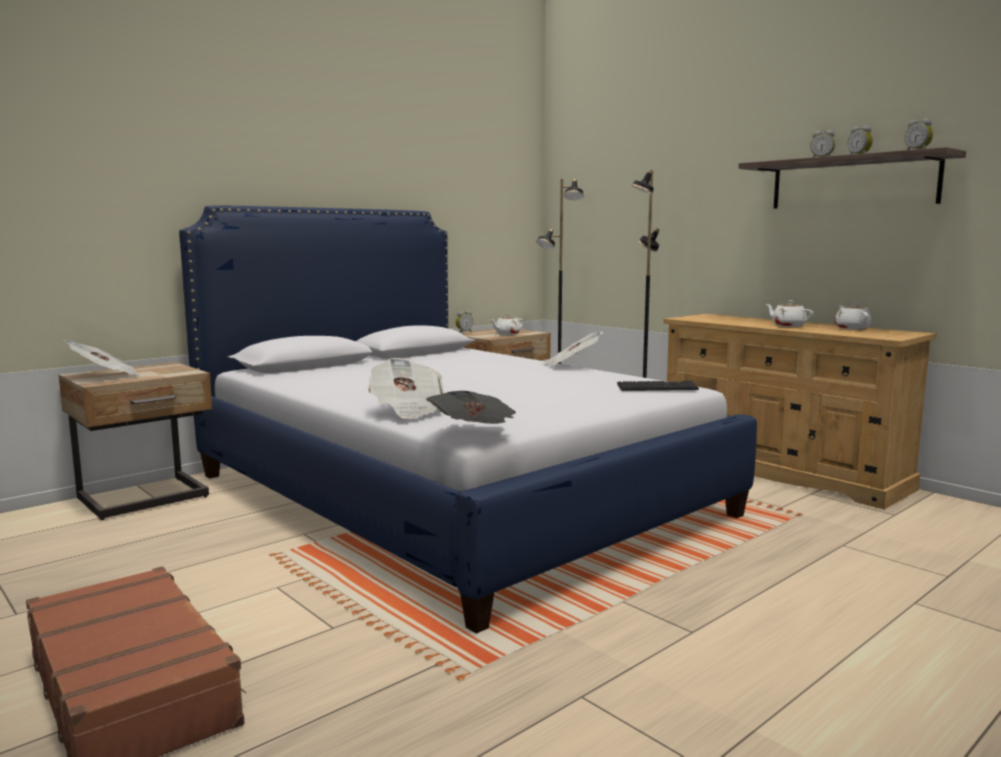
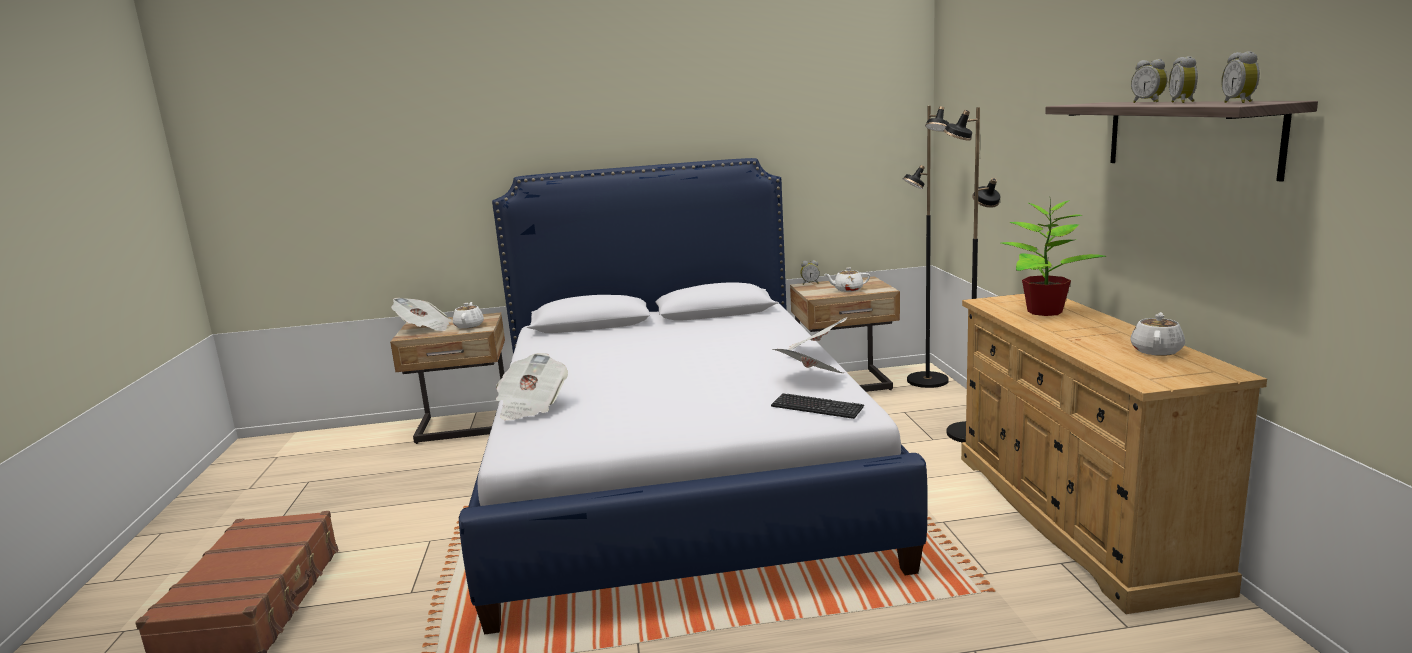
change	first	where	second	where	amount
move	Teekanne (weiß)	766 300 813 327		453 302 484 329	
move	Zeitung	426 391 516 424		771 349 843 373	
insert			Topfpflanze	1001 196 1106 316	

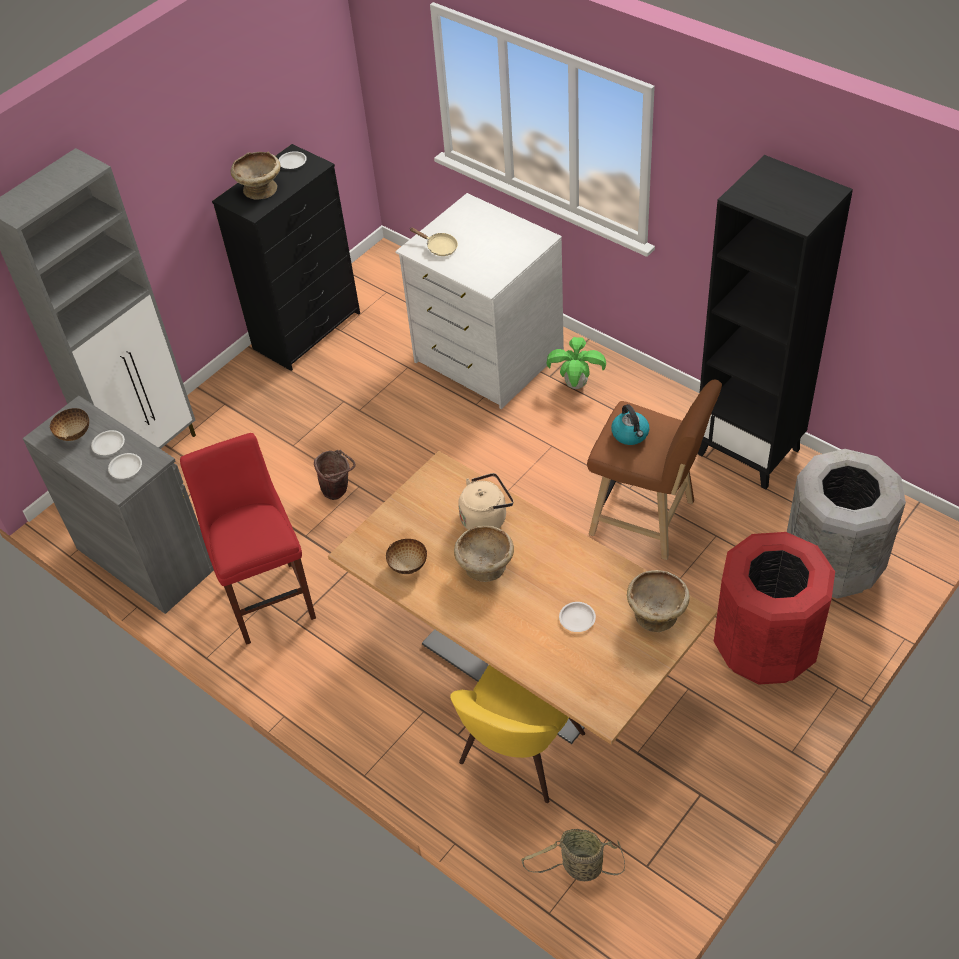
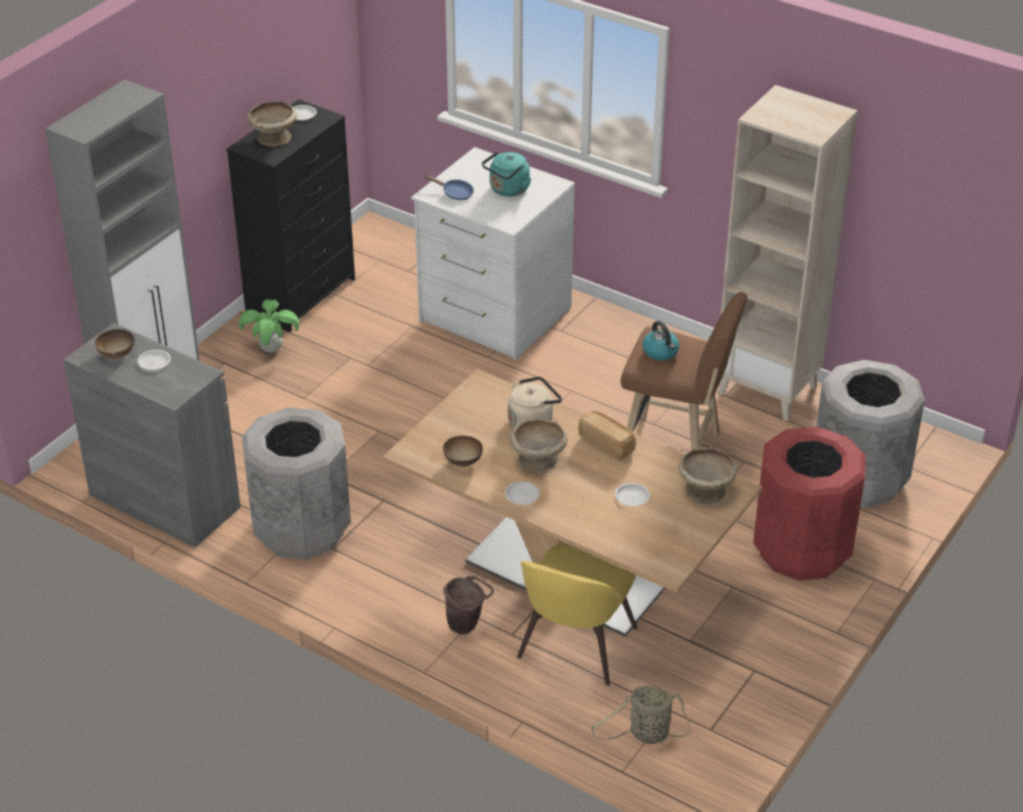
change	first	where	second	where	amount
recolor	Bücherregal (schwarz)	698 155 853 489	Bücherregal (beige)	717 85 858 421	
recolor	Pfanne (beige)	409 228 458 256	Pfanne (blau)	425 175 474 200	
move	Topfpflanze	547 337 606 389		239 299 300 352	
replace	Hocker (rot)	180 433 316 645	Mülleimer (grau)	242 407 351 560	
move	Eimer (braun)	314 450 356 500		443 575 494 635	
move	Teller (weiß)	108 453 142 479		505 481 540 505	
insert			Wasserkessel (türkis)	482 151 531 197	
insert			Brot	578 410 636 461	

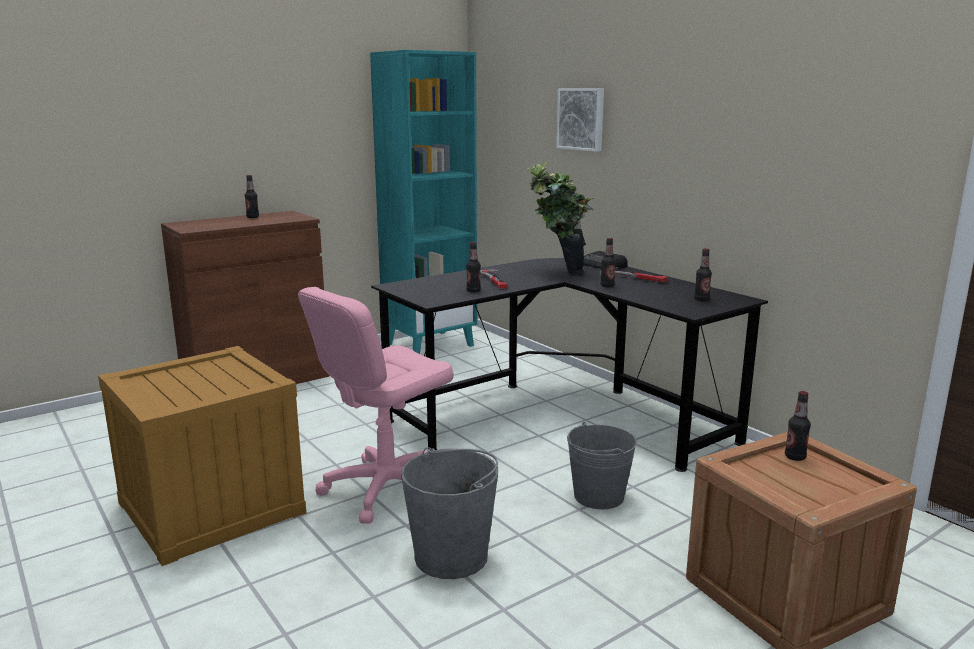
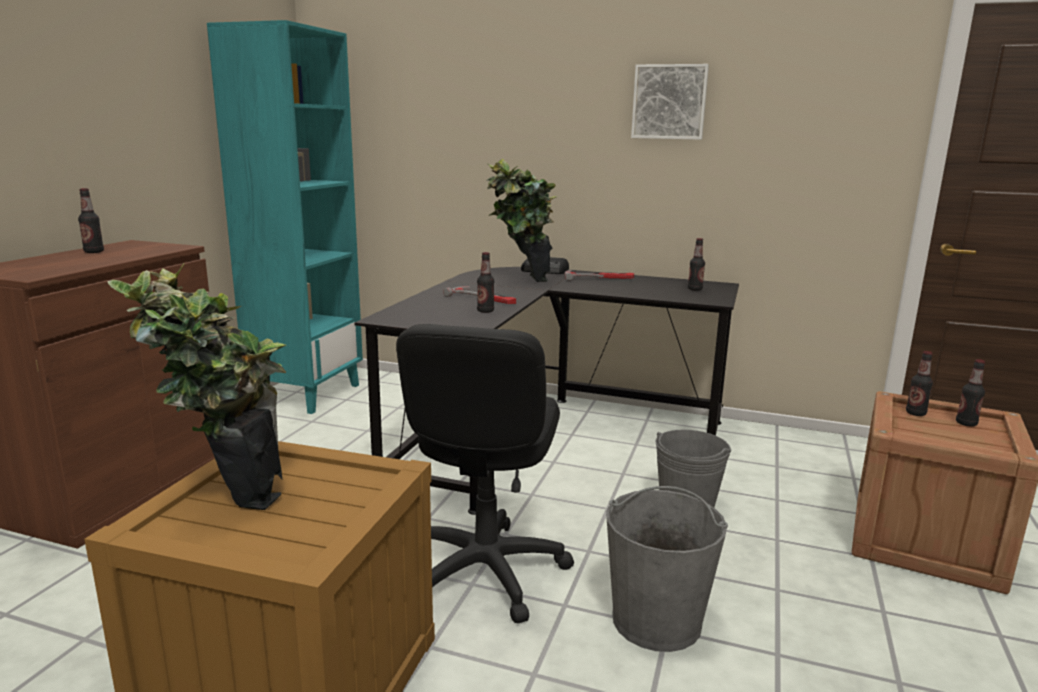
change	first	where	second	where	amount
move	Bild	556 89 604 152		631 64 709 140	
move	Flasche	601 238 616 287		956 359 985 427	
recolor	Bürostuhl (rosa)	298 287 454 524	Bürostuhl (schwarz)	396 324 574 624	
insert			Topfpflanze	108 264 286 510	

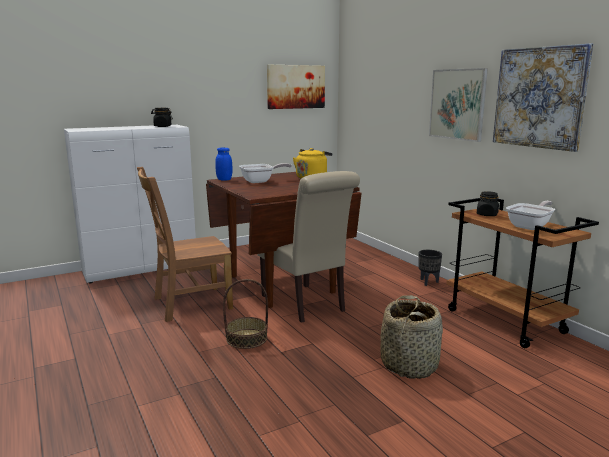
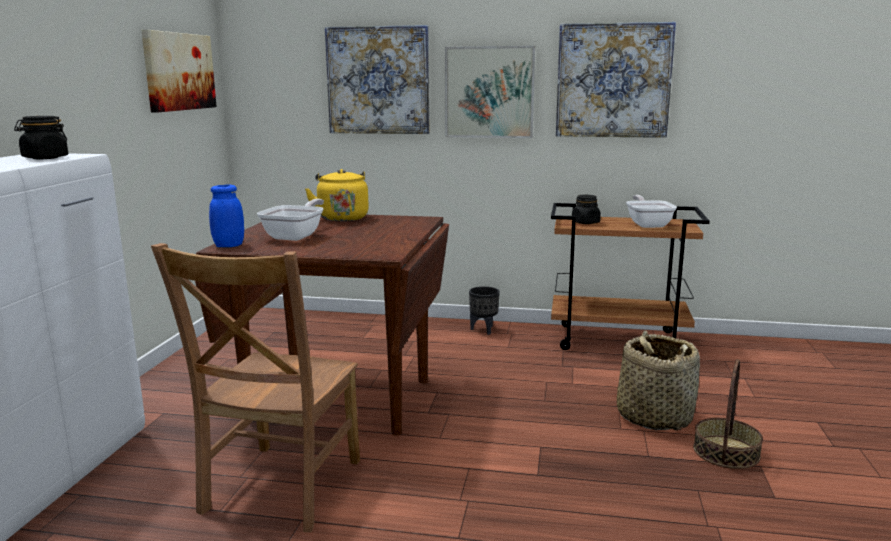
change	first	where	second	where	amount
delete	Stuhl (beige)	257 171 360 323			
move	Korb	223 279 268 349		693 359 763 469	
insert			Bild	325 25 430 134	

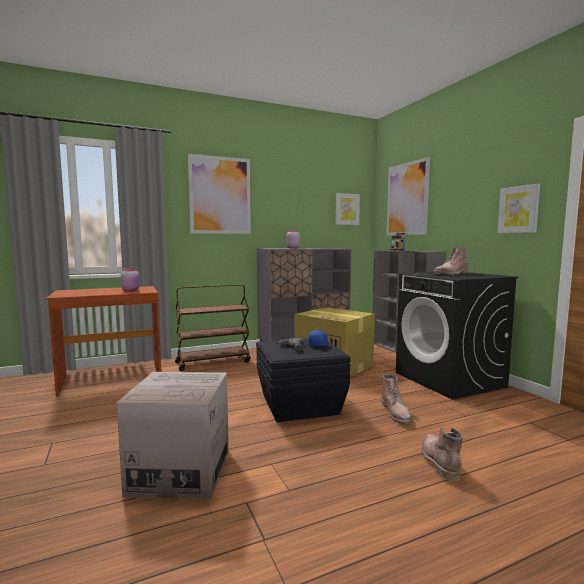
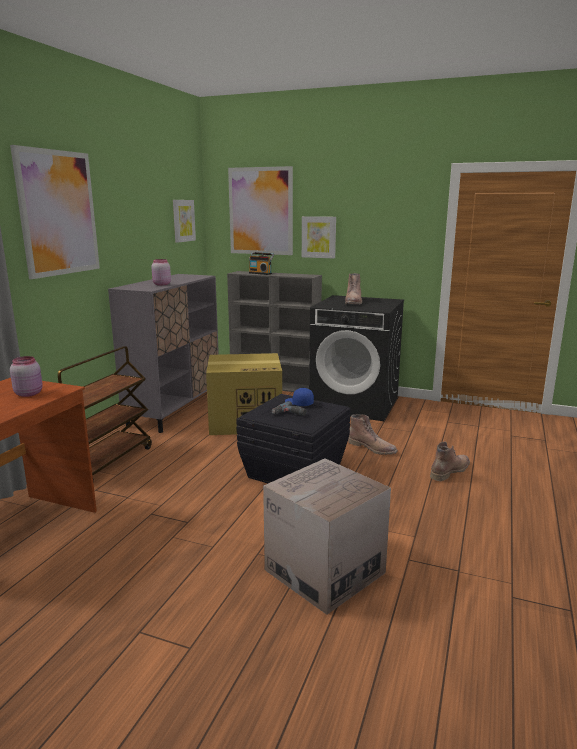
change	first	where	second	where	amount
move	Bild	497 183 540 233		302 216 336 259	
rotate	Stiefel (braun)	422 426 463 481		430 441 470 481	90 degrees clockwise

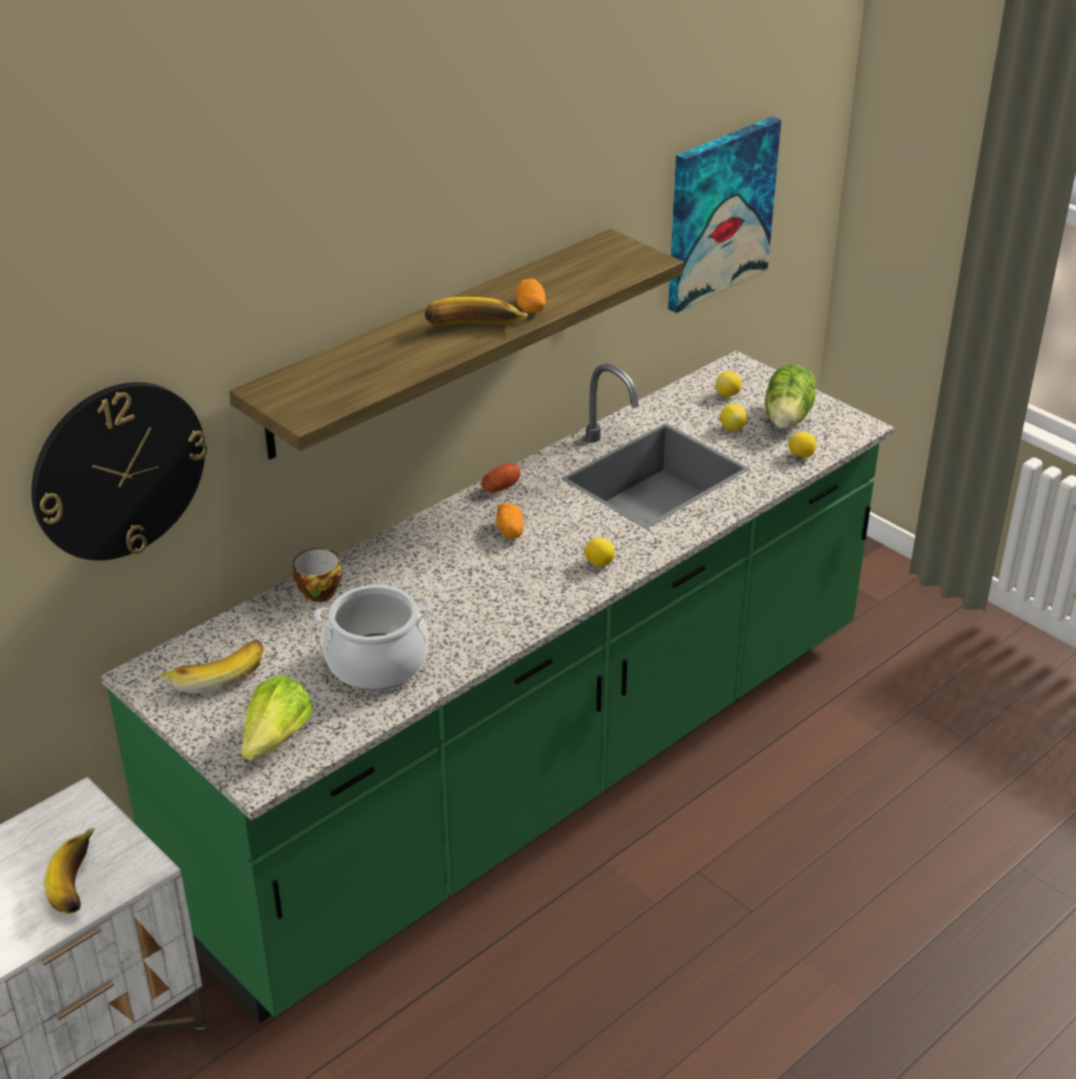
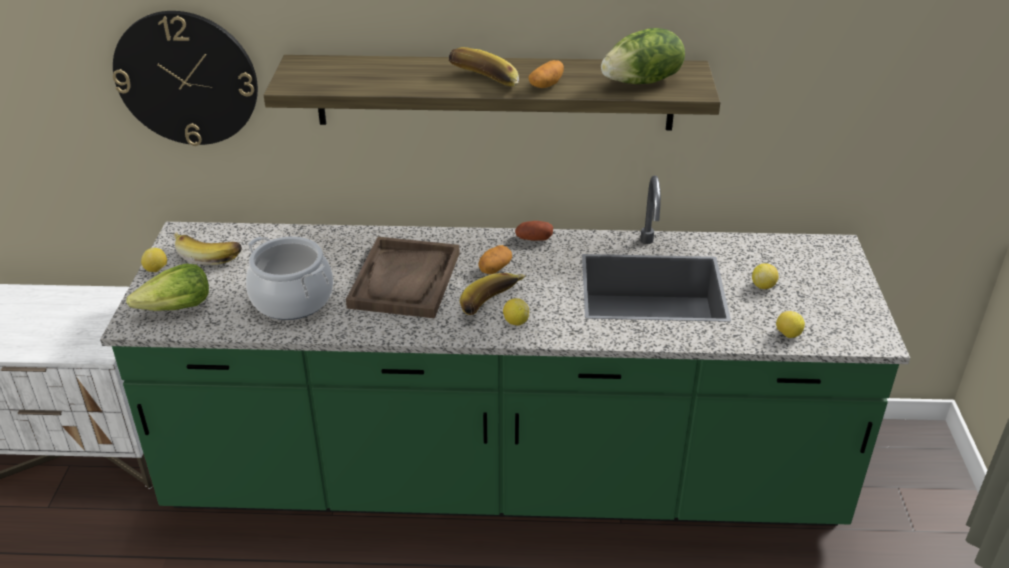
change	first	where	second	where	amount
delete	Bild	668 117 781 313			
move	Salatkopf	765 365 816 429		601 28 685 84	
move	Zitrone	716 371 742 397		141 248 167 272	
delete	Tasse	293 548 342 602			
move	Banane	44 828 95 914		460 273 526 315	
insert			Tablett (braun)	346 237 460 318	

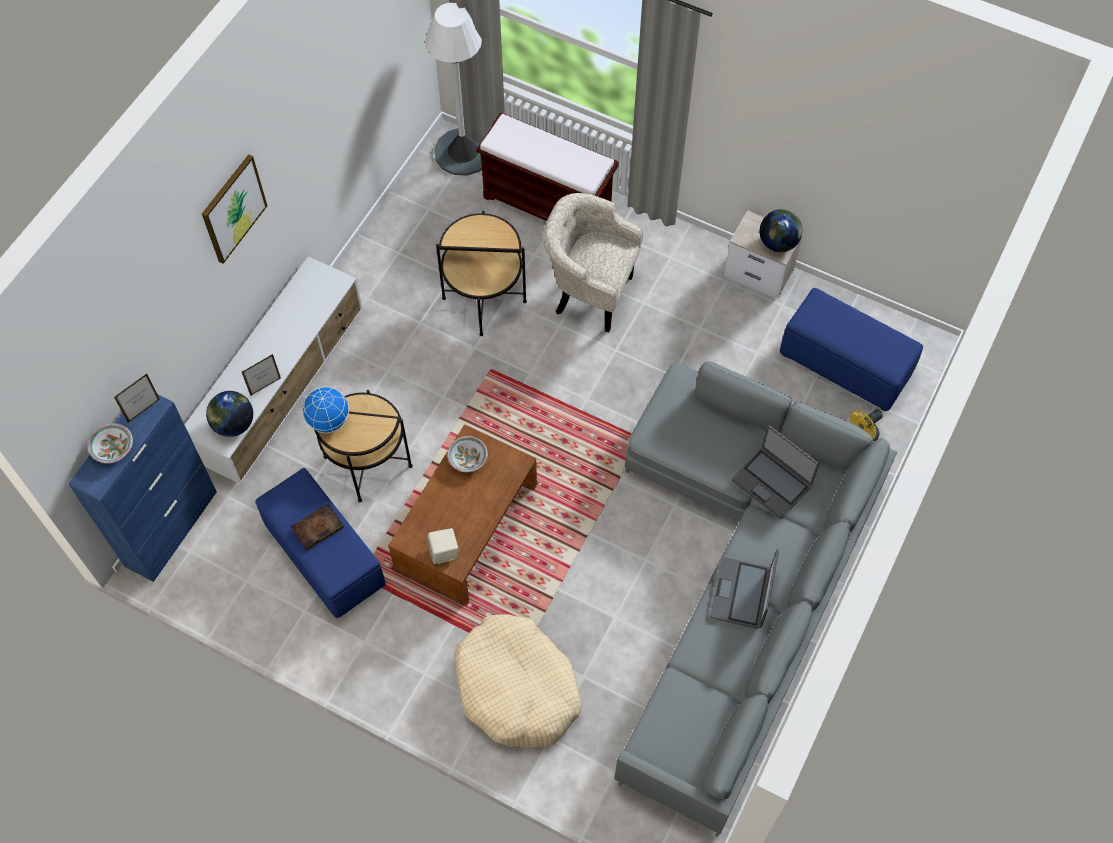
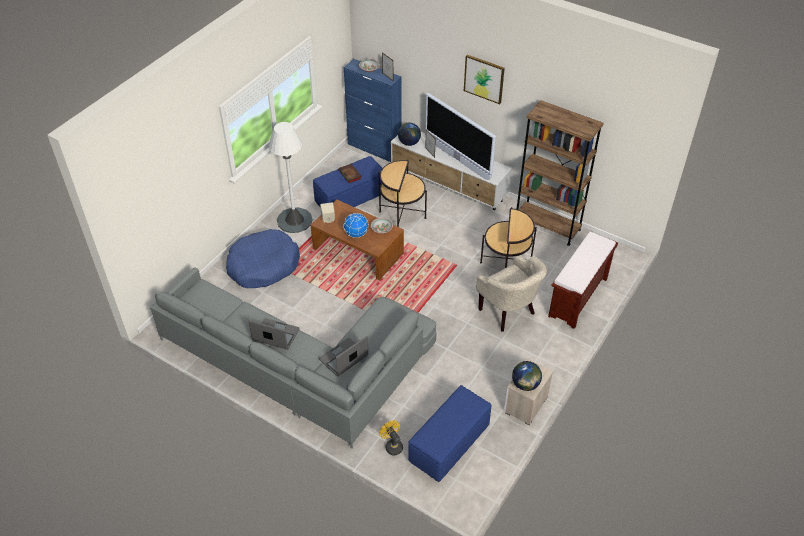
change	first	where	second	where	amount
move	Stehlampe (weiß)	425 3 482 176		269 122 313 233	
rotate	Sessel (beige)	542 193 643 332		476 255 547 332	120 degrees clockwise
move	Globus	302 387 349 433		343 213 369 238	
recolor	Hundebett (beige)	455 614 582 747	Hundebett (blau)	226 229 300 288	
insert			Fernseher	425 93 496 180	
insert			Bücherregal (braun)	517 100 604 246	

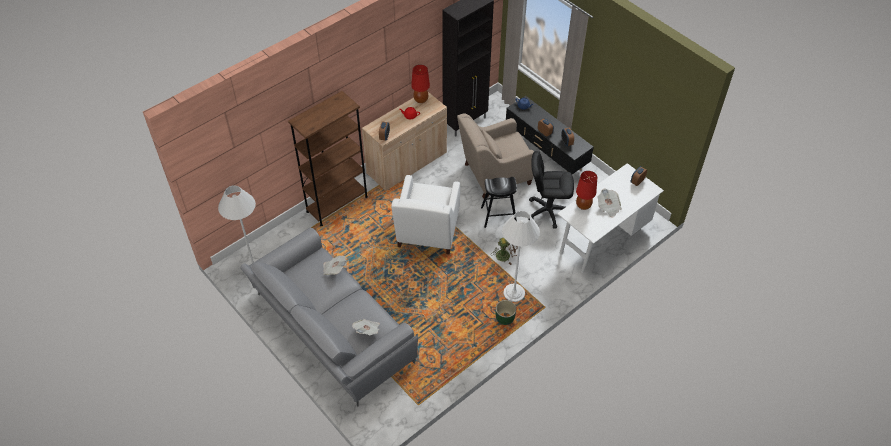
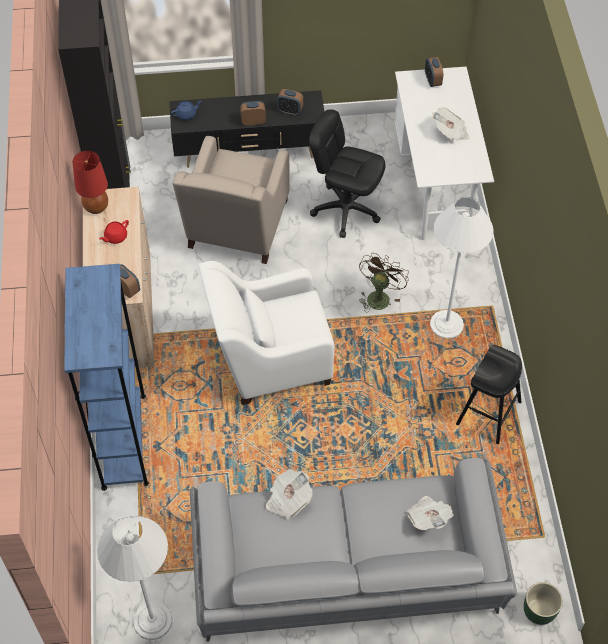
change	first	where	second	where	amount
recolor	Bücherregal (braun)	288 91 368 226	Bücherregal (blau)	64 264 149 491	
rotate	Bürostuhl (schwarz)	529 151 574 229		309 109 386 238	75 degrees clockwise
delete	Tischlampe (rot)	576 171 597 210			
rotate	Sessel (weiß)	391 175 460 254		199 261 335 405	120 degrees clockwise
move	Hocker (schwarz)	481 177 517 228		456 345 522 444	
move	Pflanzkübel (grün)	495 300 516 325		524 582 563 625	

